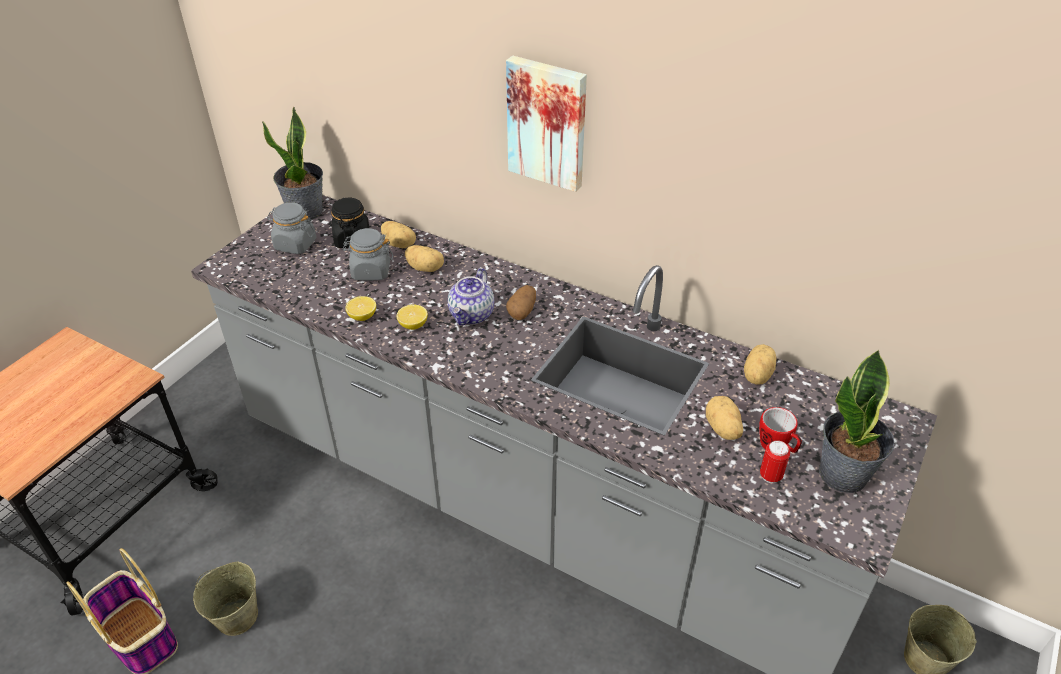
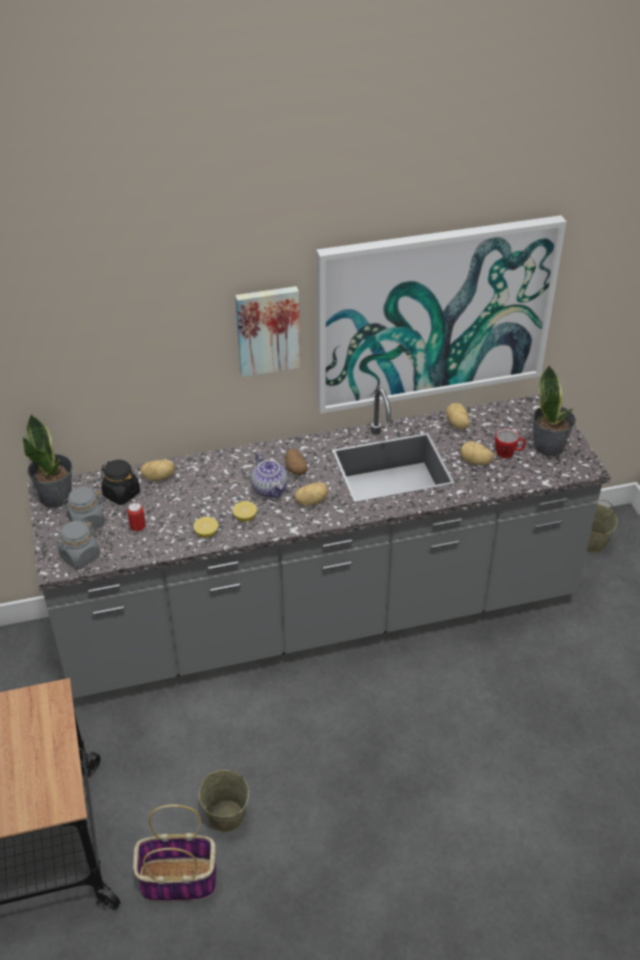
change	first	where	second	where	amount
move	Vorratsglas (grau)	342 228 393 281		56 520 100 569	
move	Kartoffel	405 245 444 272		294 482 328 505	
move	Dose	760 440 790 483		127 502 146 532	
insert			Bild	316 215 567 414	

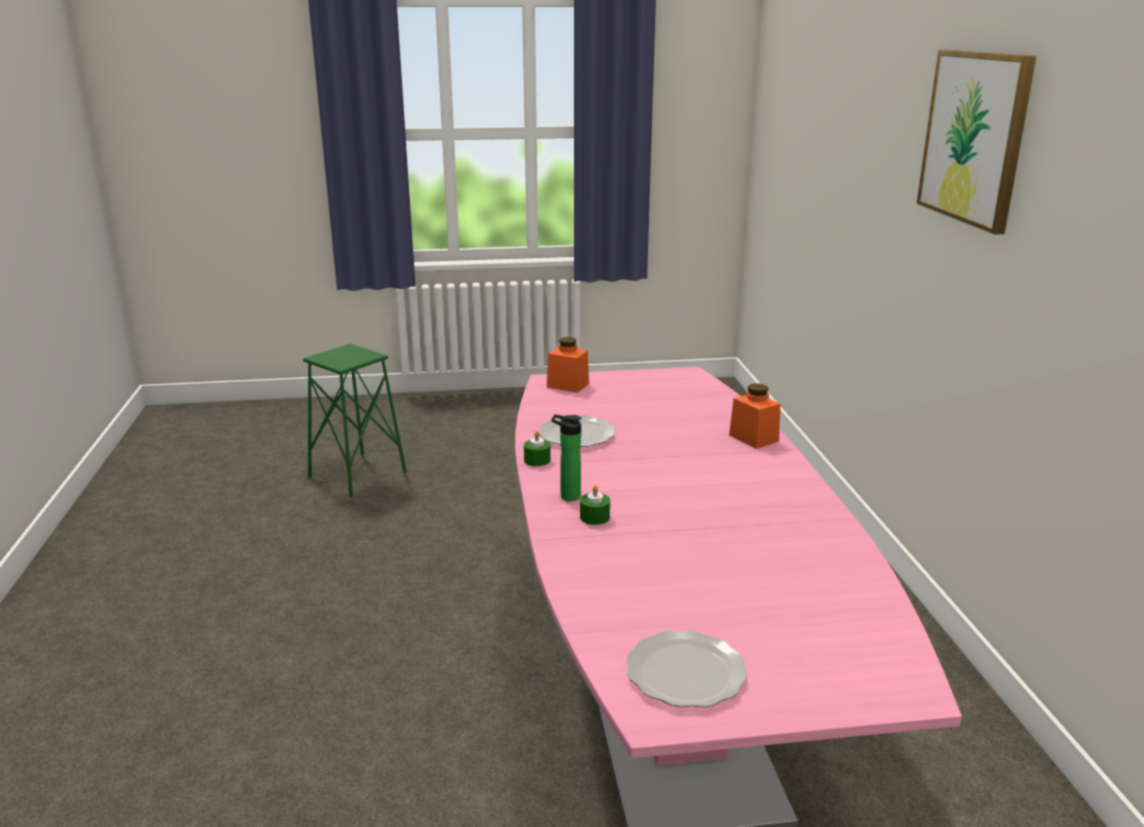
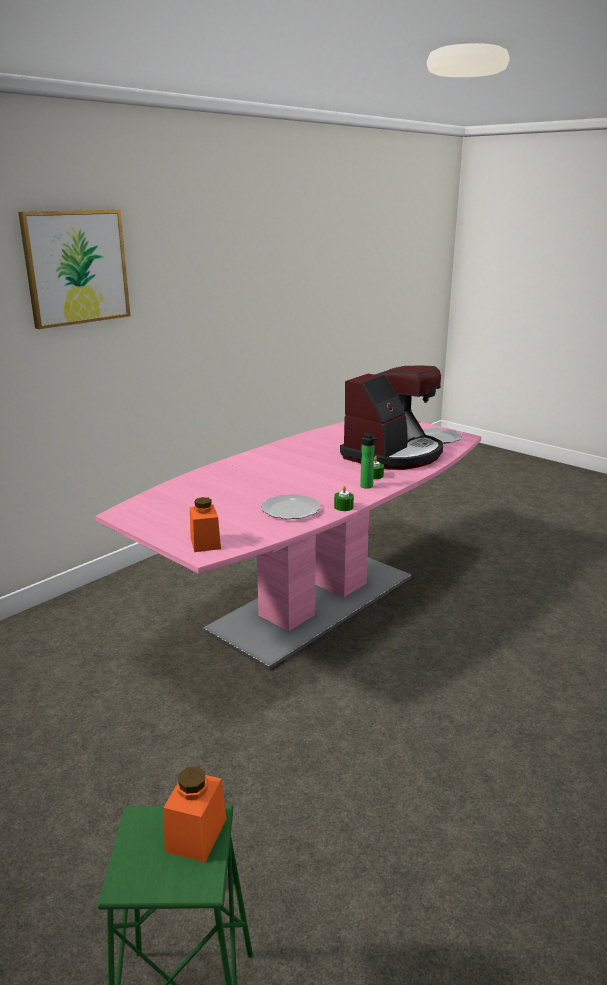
change	first	where	second	where	amount
move	Vorratsglas (orange)	729 383 781 449		163 767 226 862	
insert			Kaffeemaschine	340 366 443 470	

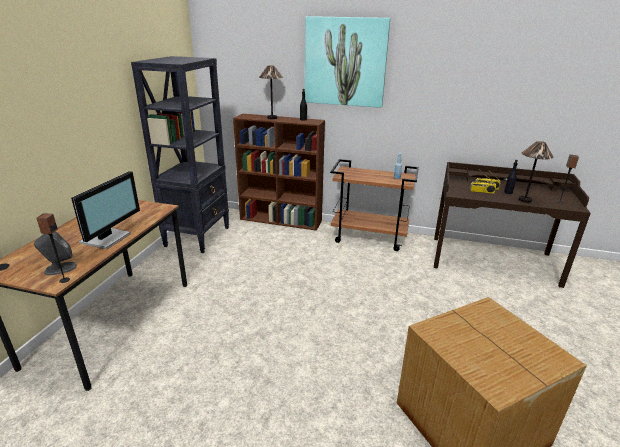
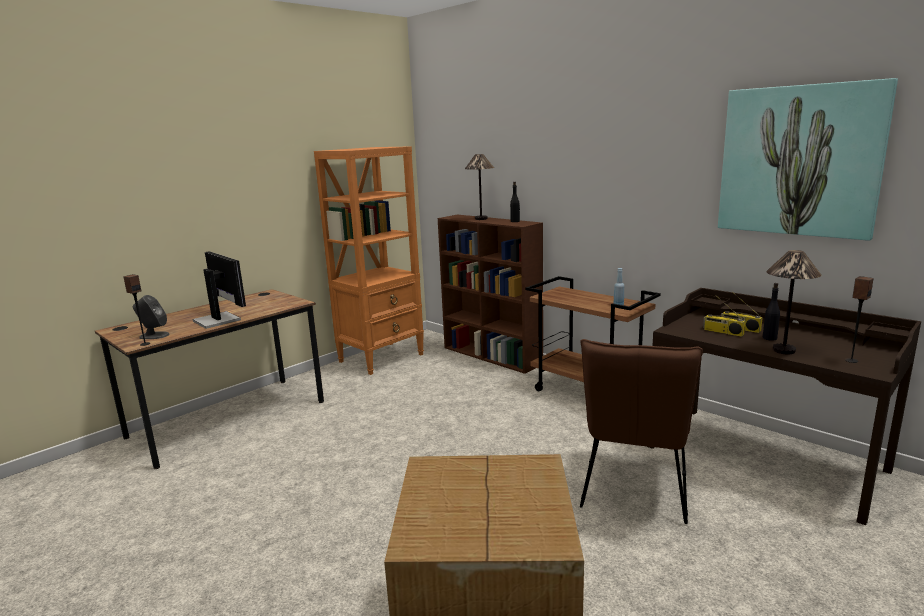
change	first	where	second	where	amount
move	Bild	305 16 390 108		718 78 898 241	
recolor	Bücherregal (schwarz)	131 56 229 253	Bücherregal (orange)	314 146 424 375	
rotate	Monitor	71 171 140 249		193 251 246 329	90 degrees counterclockwise
insert			Stuhl (braun)	580 339 703 524	

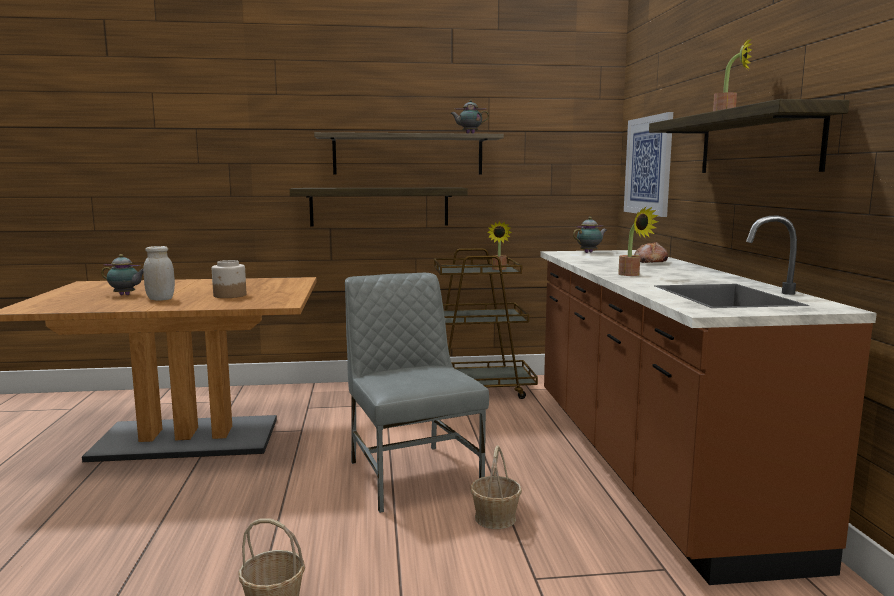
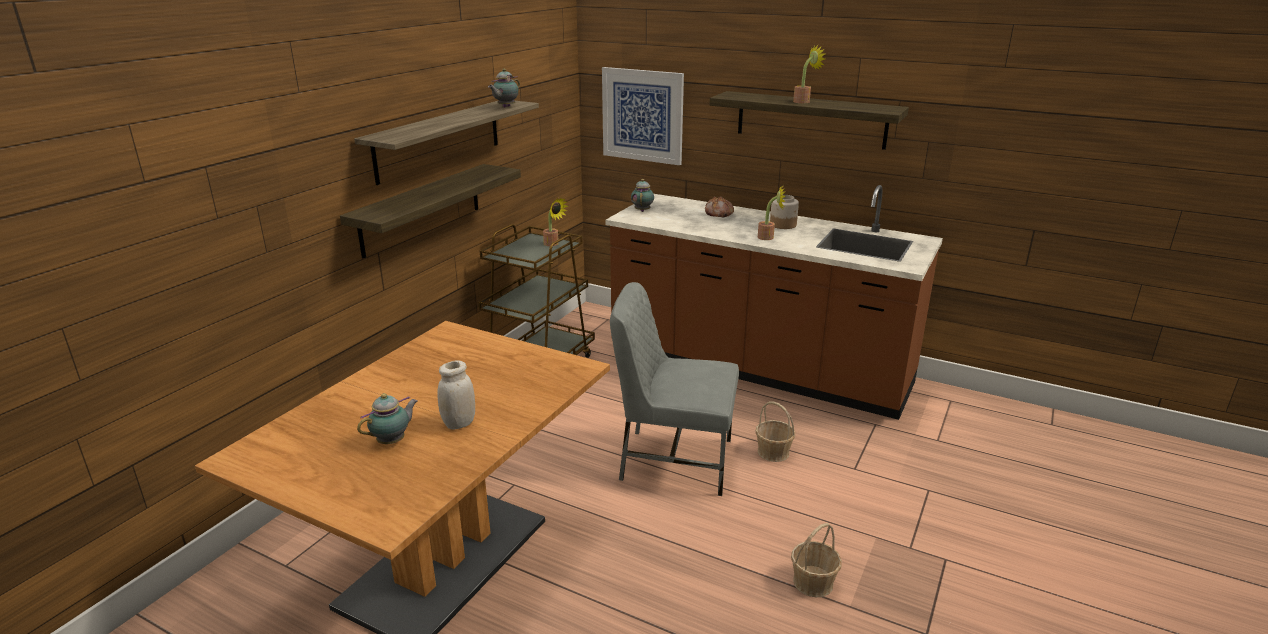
change	first	where	second	where	amount
move	Vorratsglas	212 260 246 298		770 195 799 229	

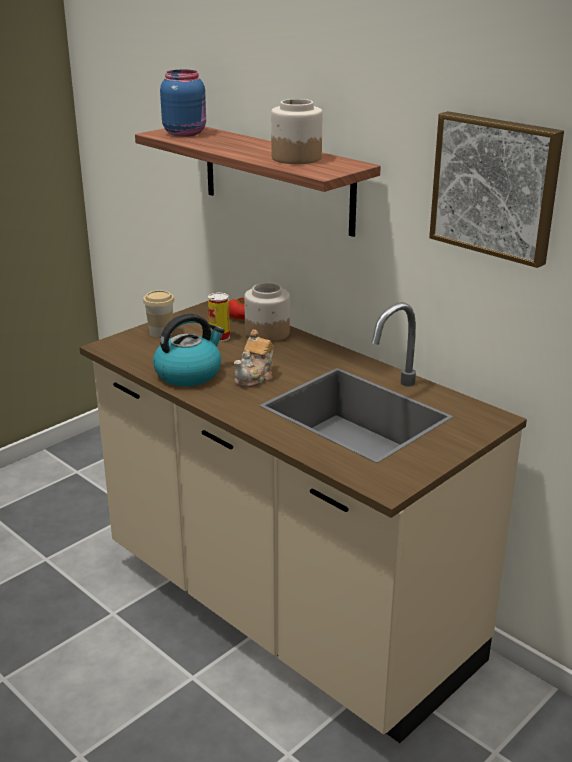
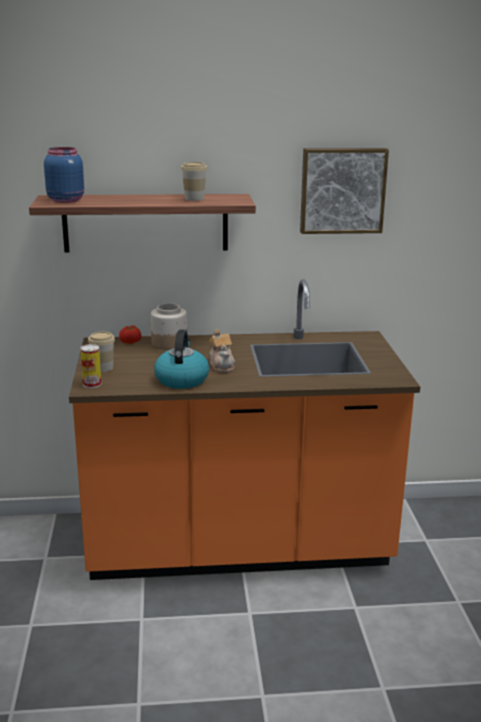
change	first	where	second	where	amount
replace	Vorratsglas	271 99 323 164	Tasse	181 162 207 201	
move	Dose	208 293 230 342		80 344 102 388	
recolor	Küchenzeile (beige)	79 301 527 743	Küchenzeile (orange)	69 279 420 580	

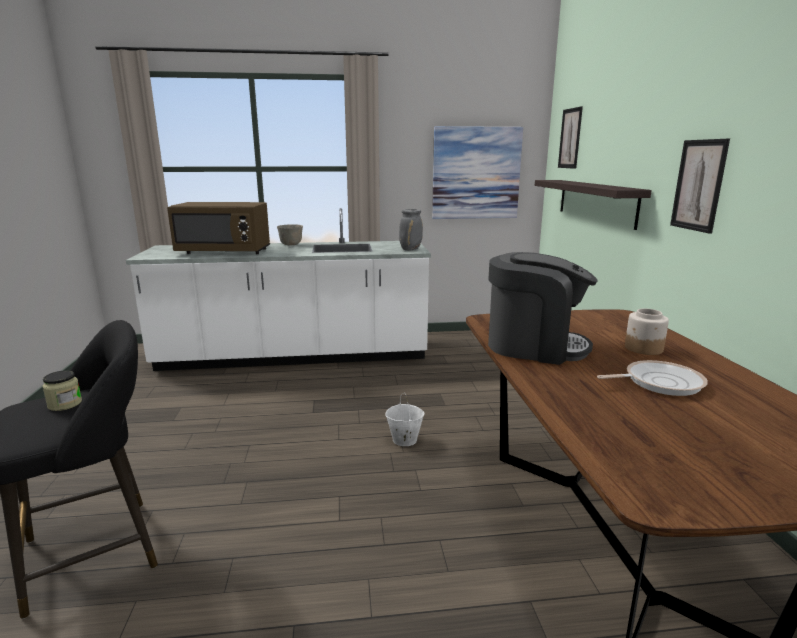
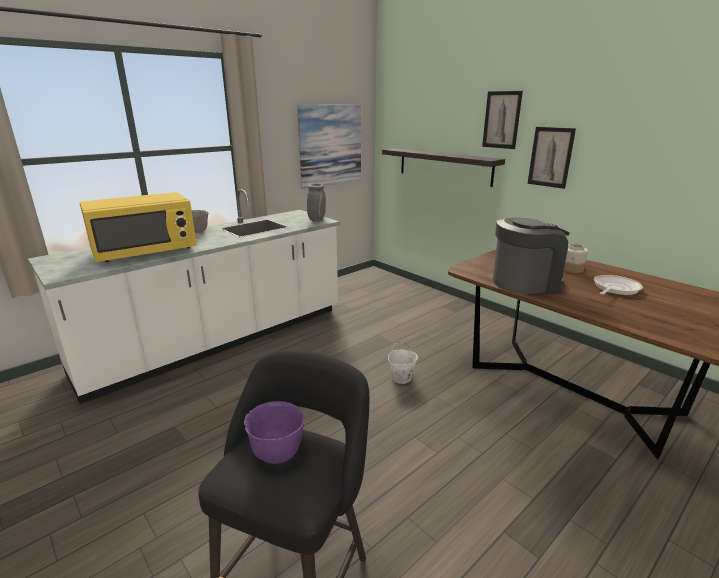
change	first	where	second	where	amount
move	Bild	558 106 583 169		482 91 523 149	
recolor	Mikrowelle (braun)	167 202 270 254	Mikrowelle (gelb)	80 192 197 262	
replace	Vorratsglas	42 370 82 411	Schüssel (lila)	244 401 304 464	

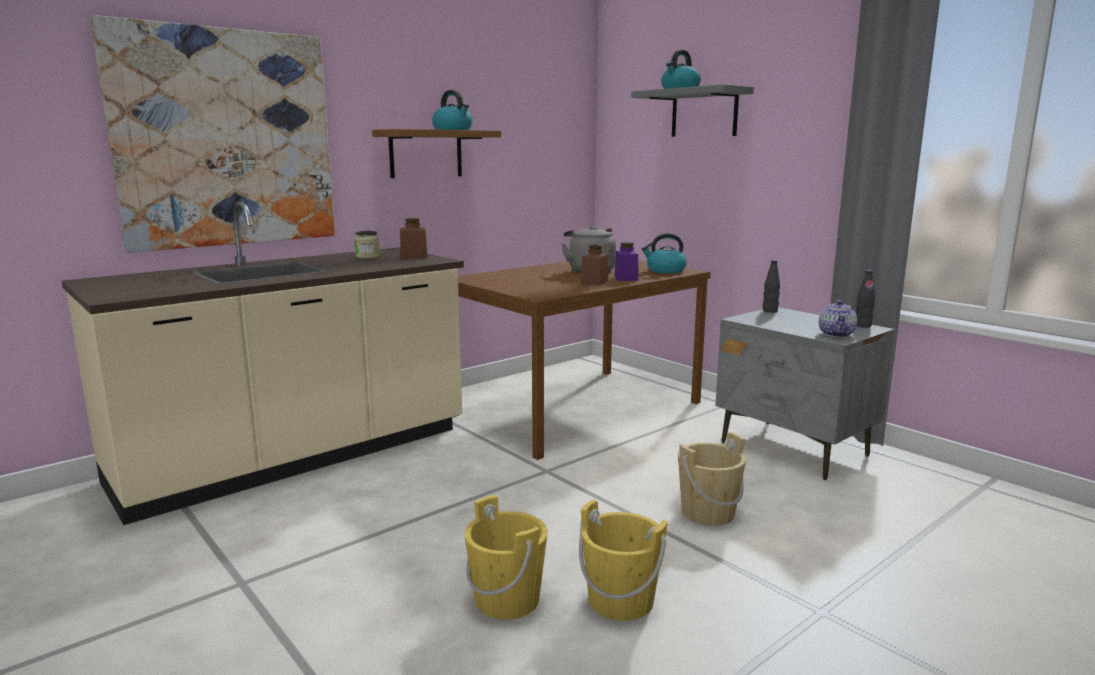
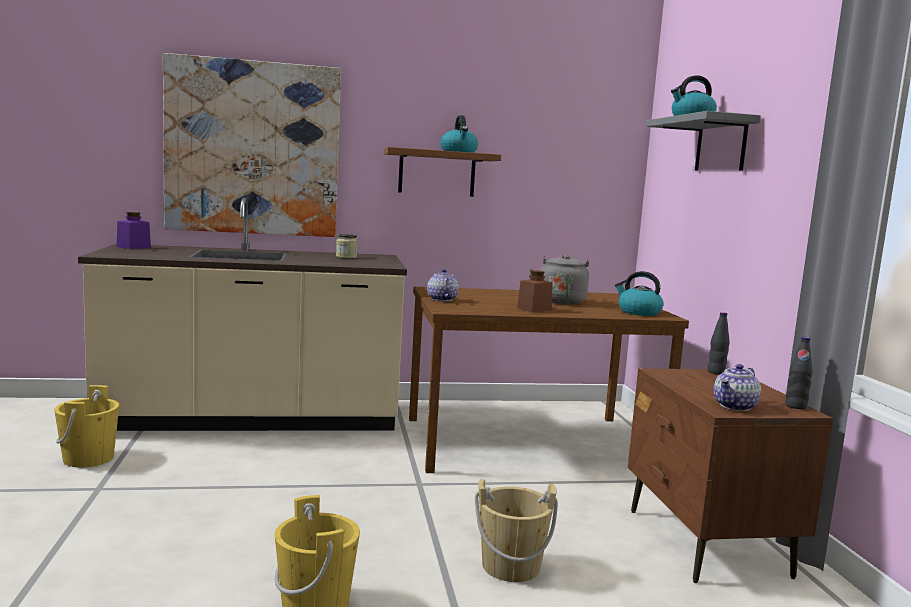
change	first	where	second	where	amount
delete	Vorratsglas (braun)	400 218 428 259			
move	Vorratsglas (lila)	614 242 638 281		117 212 151 249	
recolor	Nachttisch (grau)	715 307 895 480	Nachttisch (braun)	628 368 833 583	
move	Eimer (gelb)	464 495 548 620		54 385 119 468	
insert			Teekanne	427 269 459 301	

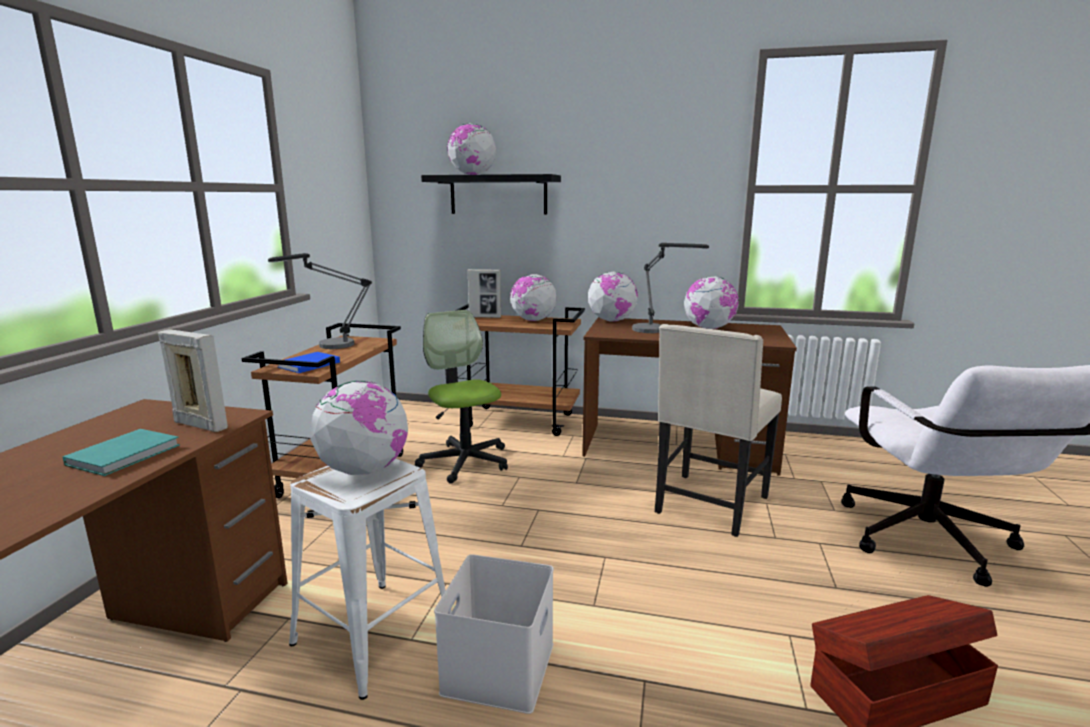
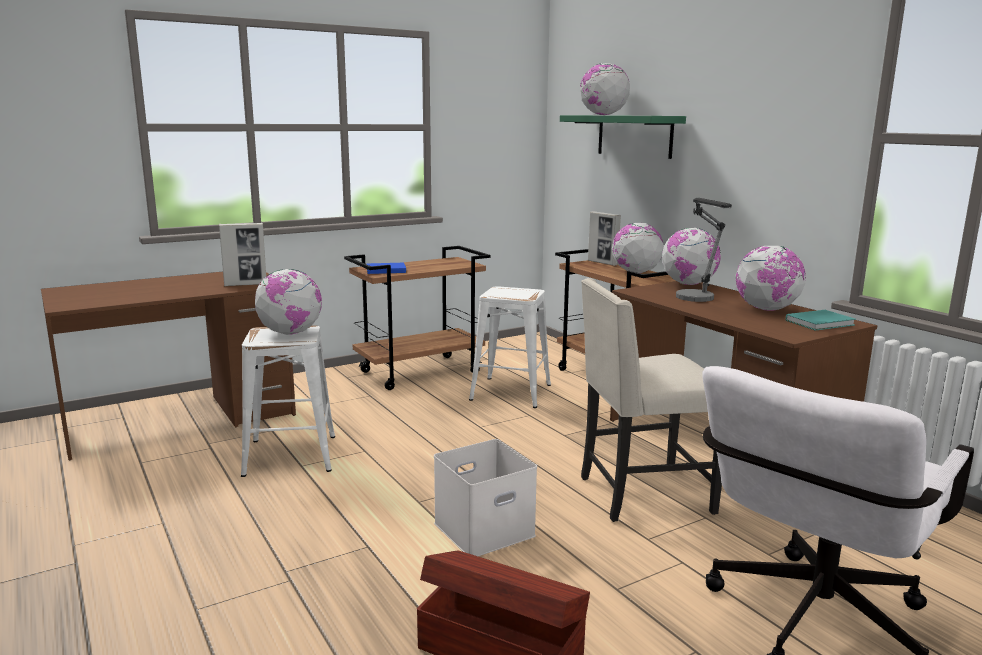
change	first	where	second	where	amount
recolor	Wandregal (schwarz)	421 174 561 214	Wandregal (grün)	560 115 686 159	
delete	Tischlampe	268 253 372 349			
replace	Bürostuhl	415 310 508 484	Hocker (weiß)	469 287 551 408	
rotate	Bilderrahmen	158 329 228 432		219 223 266 286	90 degrees clockwise
move	Buch (türkis)	63 429 180 476		786 310 856 331	
move	Aufbewahrungsbox (weiß)	434 554 553 714		434 439 537 556	

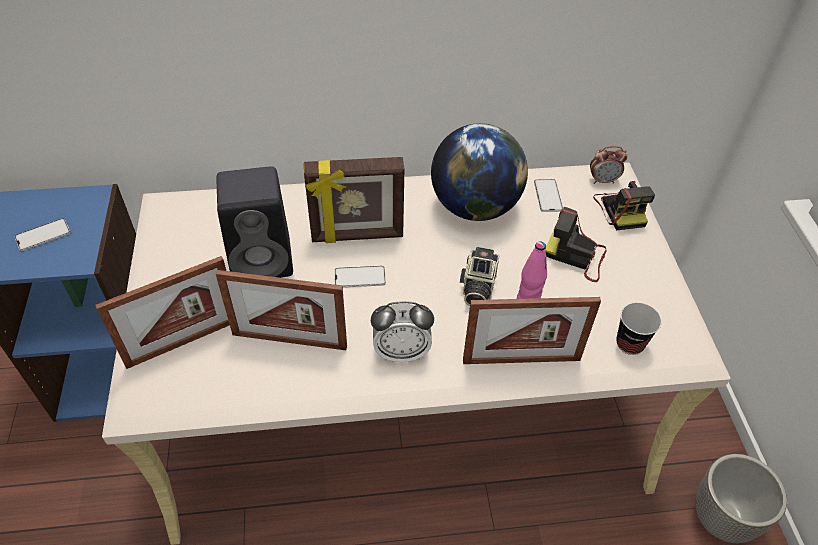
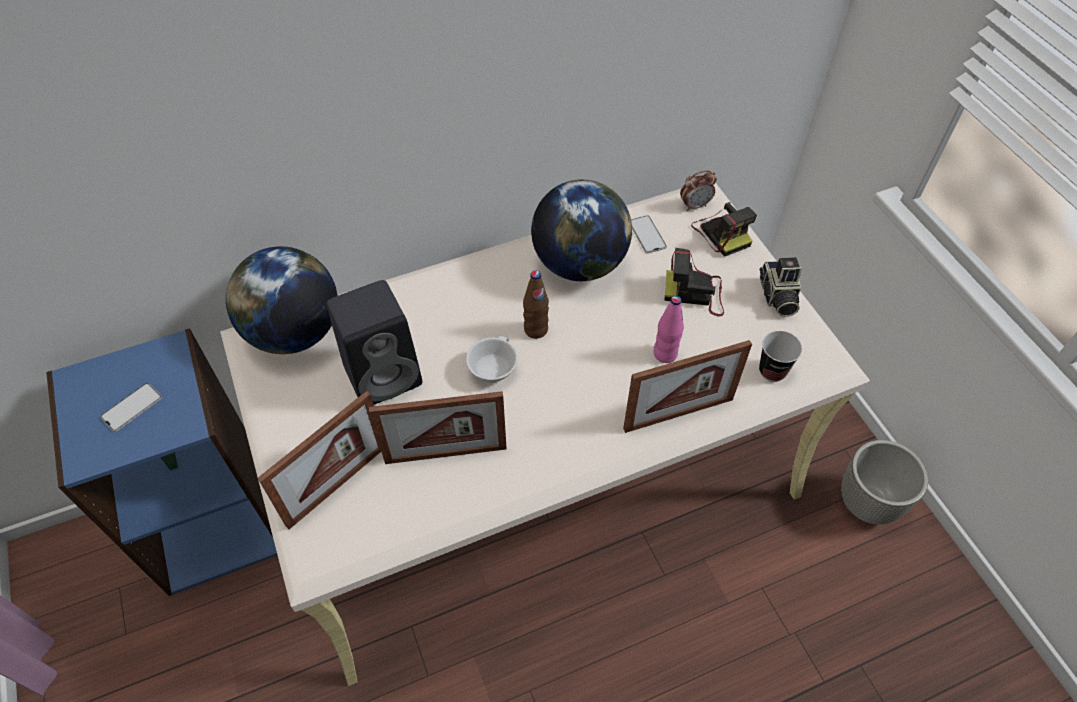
change	first	where	second	where	amount
delete	Bilderrahmen	304 157 404 243			
move	Kamera	460 247 499 306		759 257 802 317	
replace	Handy	334 266 386 288	Tasse (weiß)	466 336 518 383	
delete	Wecker	371 301 434 362			
insert			Globus	226 247 337 354	
insert			Flasche (braun)	523 270 549 339	

